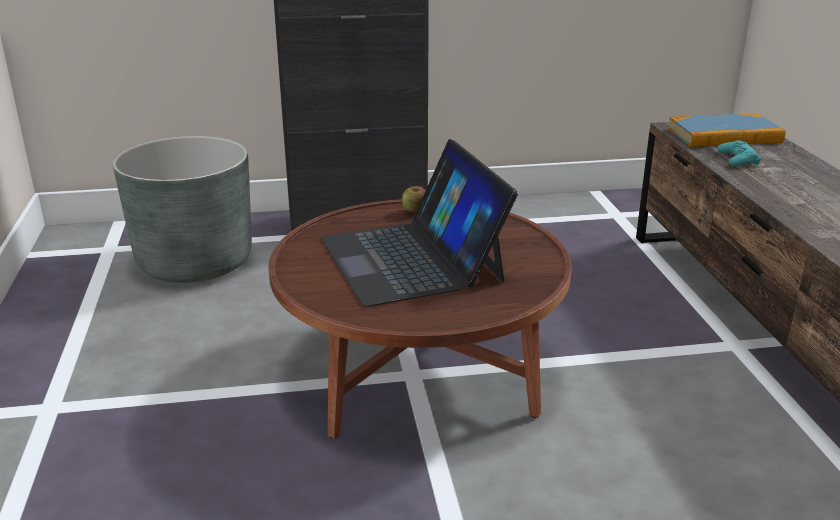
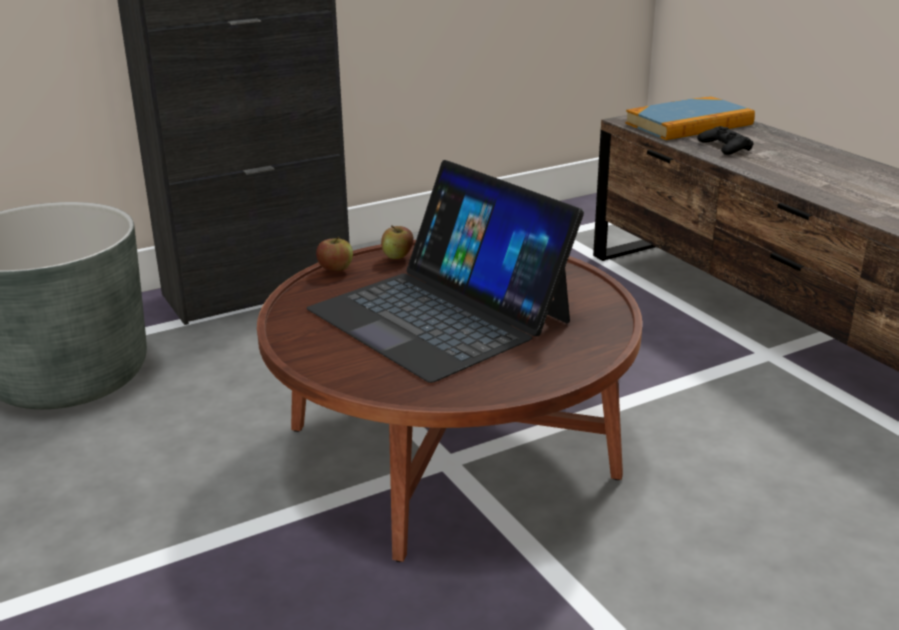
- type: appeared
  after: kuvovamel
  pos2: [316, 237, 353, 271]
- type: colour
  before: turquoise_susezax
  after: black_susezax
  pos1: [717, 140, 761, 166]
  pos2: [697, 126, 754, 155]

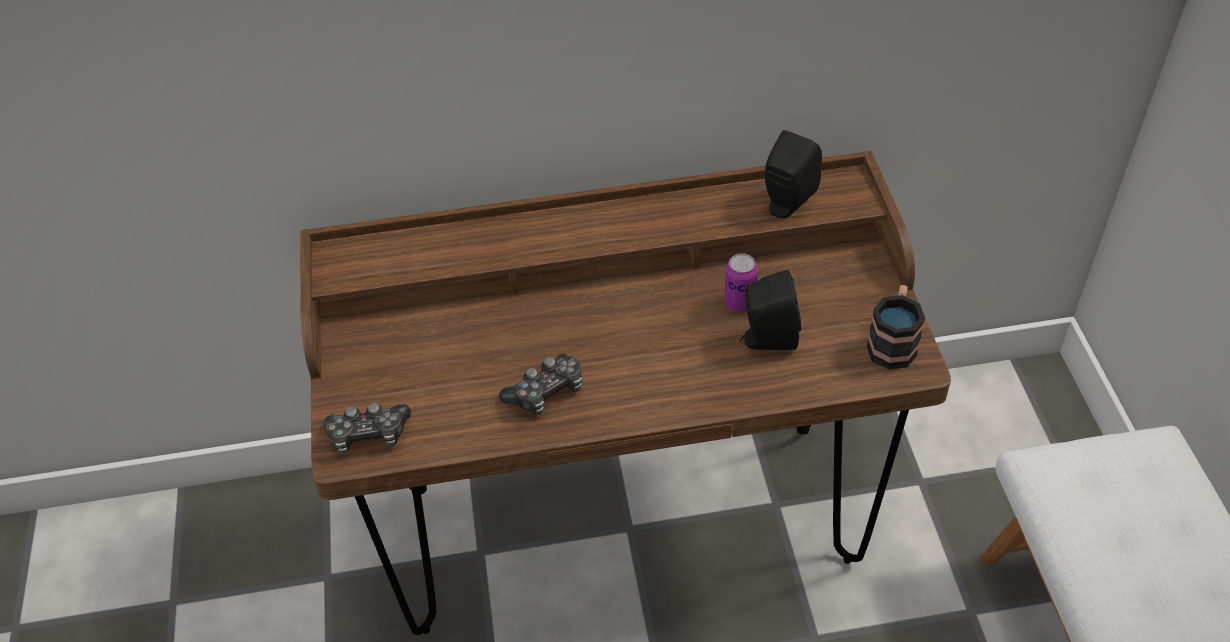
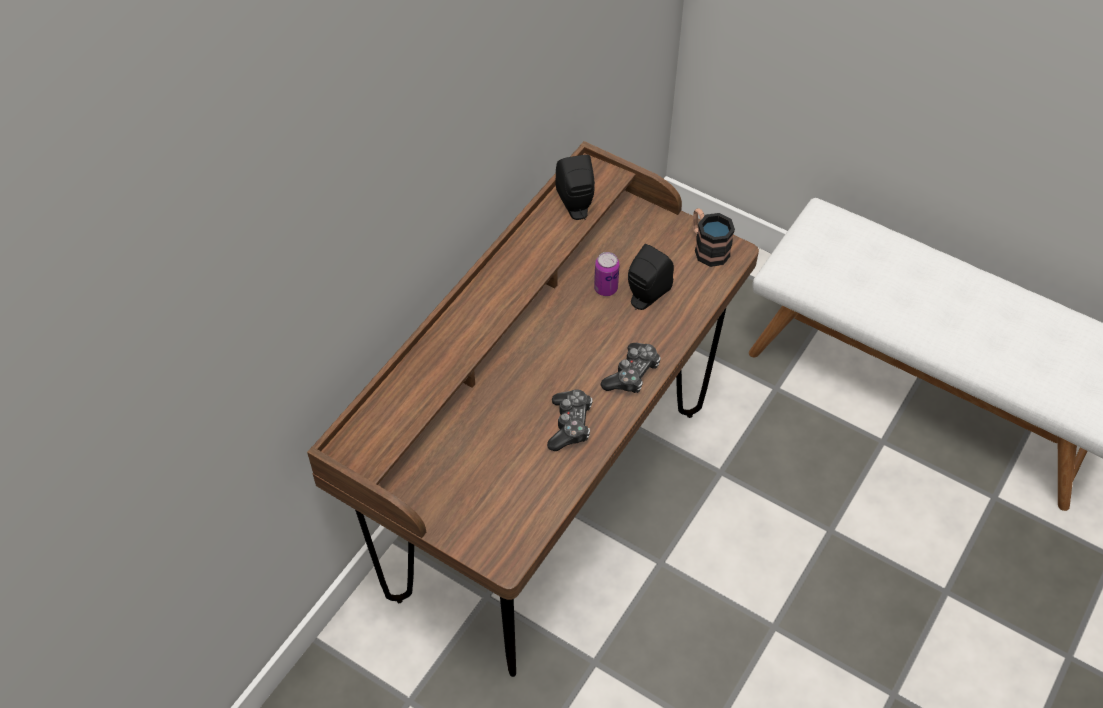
- type: relocated
  before: susezax
  pos1: [323, 403, 411, 454]
  pos2: [600, 343, 661, 393]

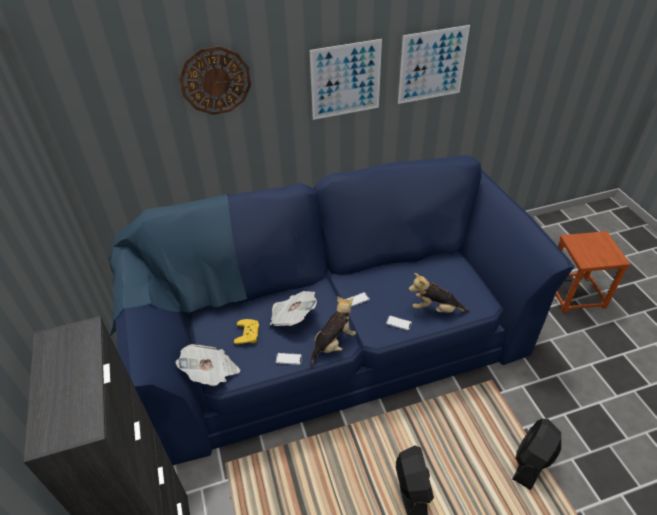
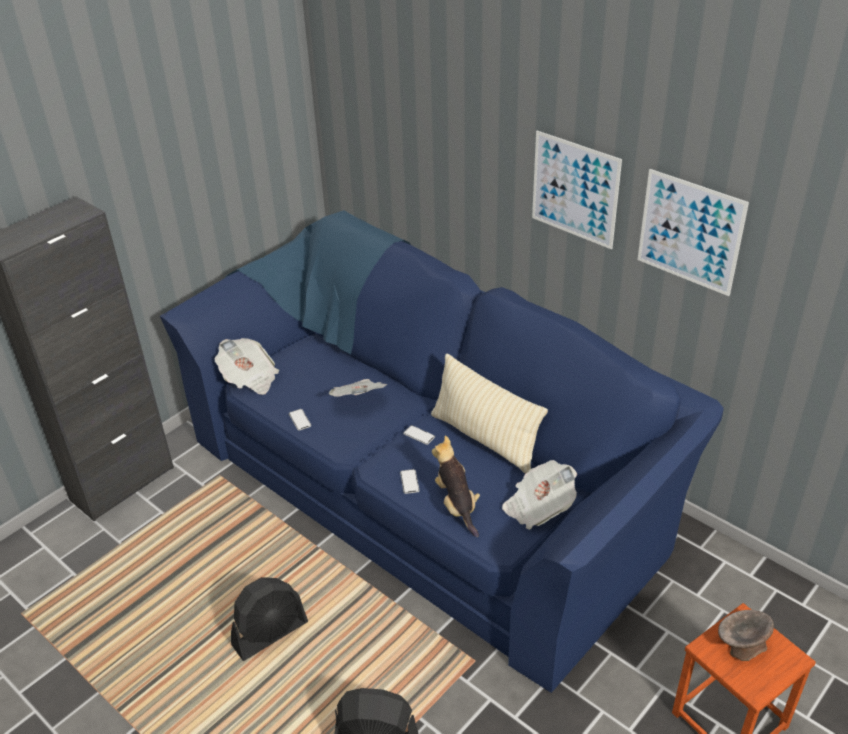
- type: appeared
  after: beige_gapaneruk
  pos2: [431, 353, 548, 474]
- type: appeared
  after: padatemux
  pos2: [502, 460, 577, 530]
- type: appeared
  after: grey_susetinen
  pos2: [718, 610, 774, 661]
- type: missing
  before: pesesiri
  pos1: [179, 46, 251, 115]
- type: missing
  before: yellow_susezax
  pos1: [234, 319, 259, 344]
- type: missing
  before: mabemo
  pos1: [310, 296, 356, 367]

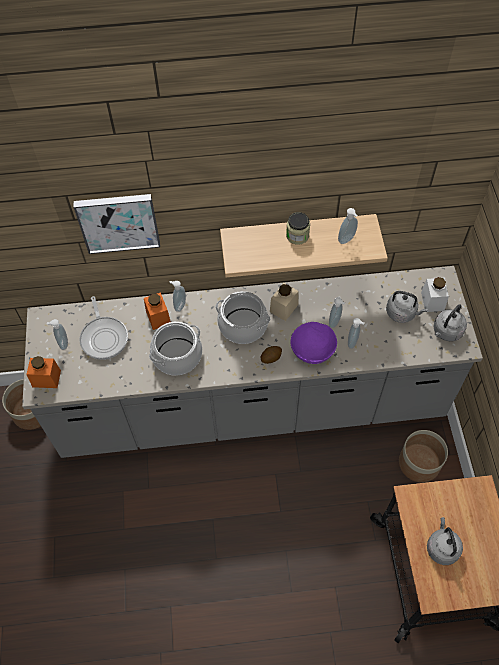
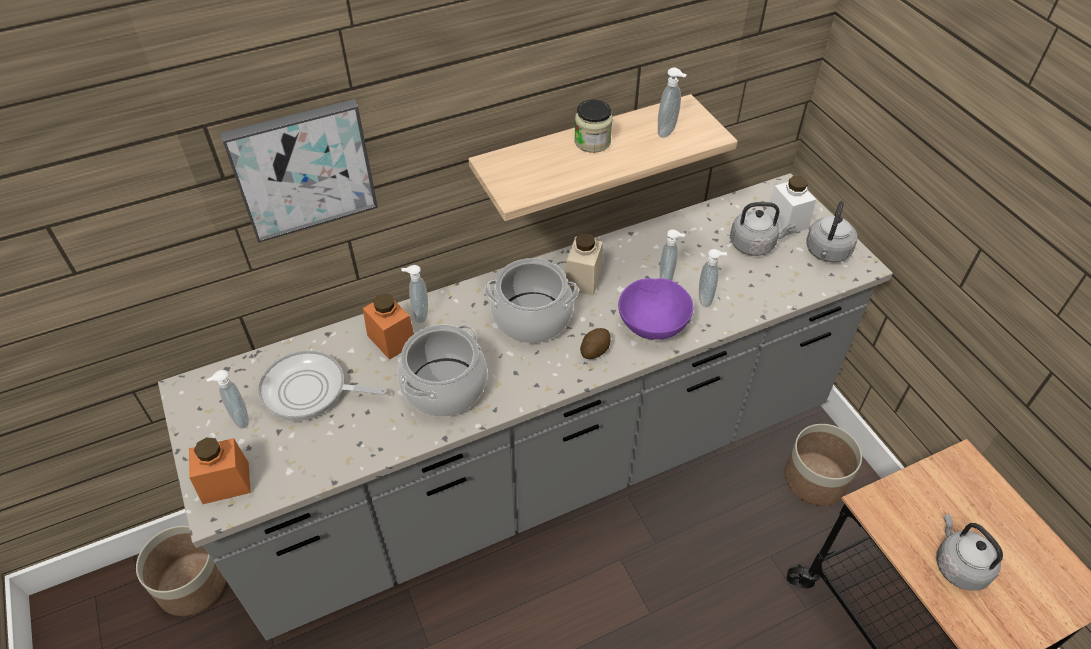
- type: spun
  before: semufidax
  pos1: [79, 296, 128, 360]
  pos2: [258, 351, 387, 421]
  turn: 135

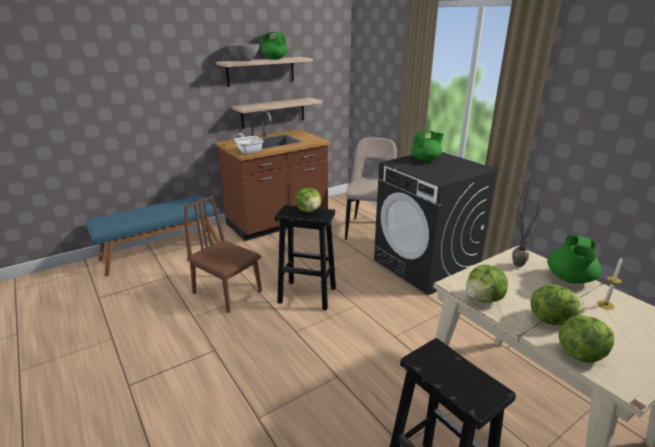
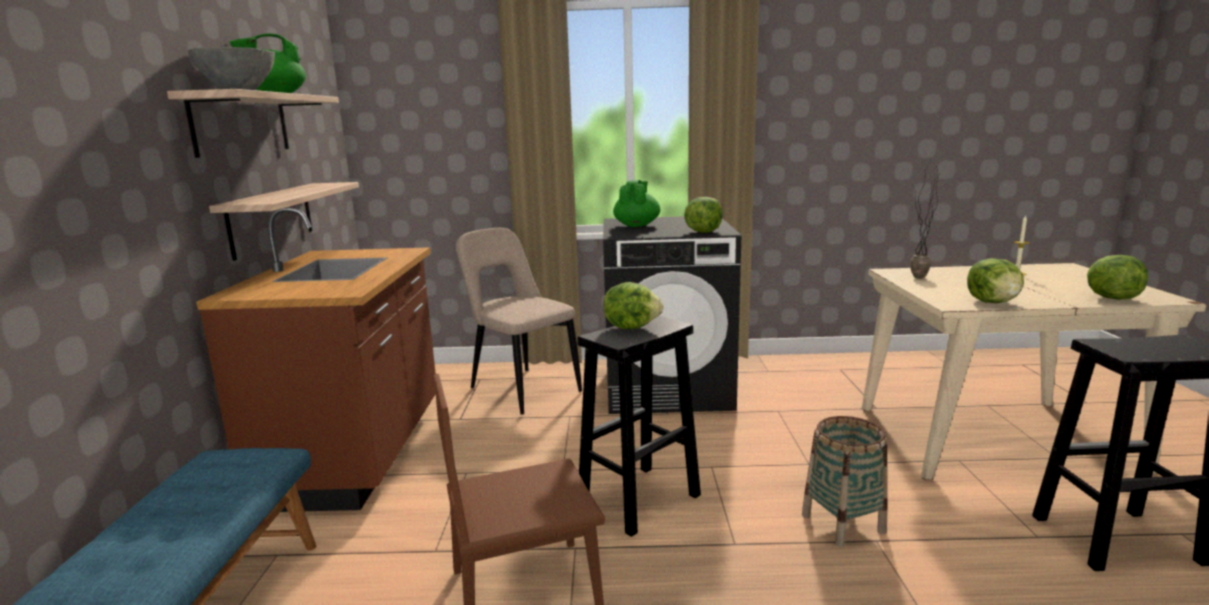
- type: relocated
  before: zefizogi
  pos1: [531, 284, 585, 325]
  pos2: [684, 197, 722, 233]
- type: appeared
  after: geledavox
  pos2: [802, 416, 888, 547]
- type: missing
  before: semufidax
  pos1: [234, 133, 264, 154]
- type: missing
  before: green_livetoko
  pos1: [547, 235, 601, 284]

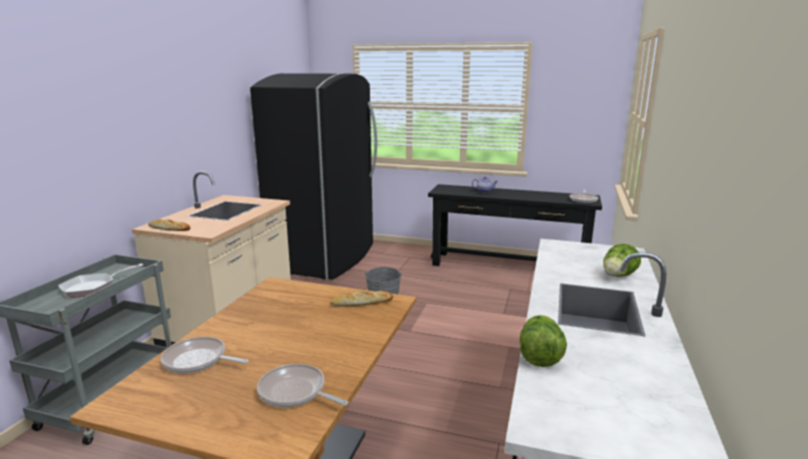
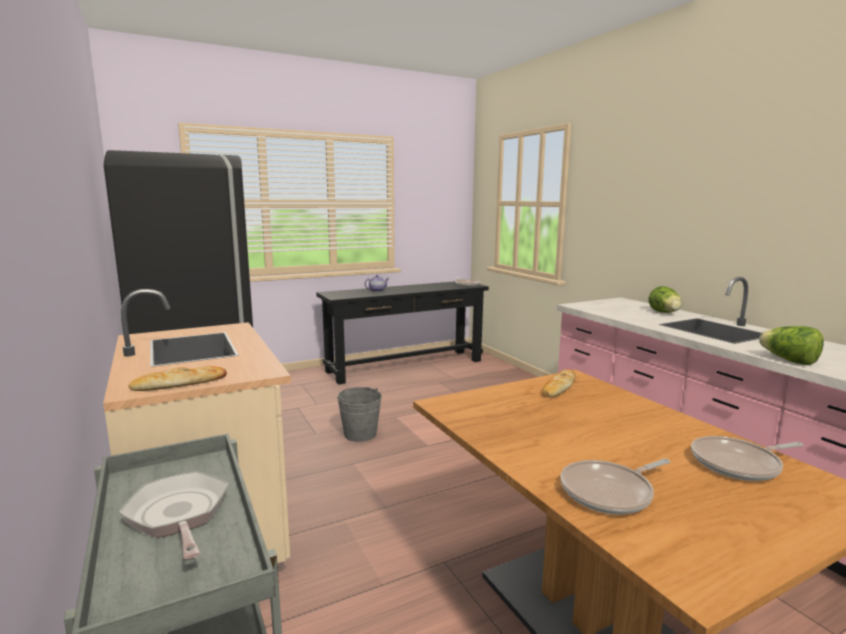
- type: spun
  before: semufidax
  pos1: [58, 264, 143, 298]
  pos2: [119, 471, 229, 559]
  turn: 150

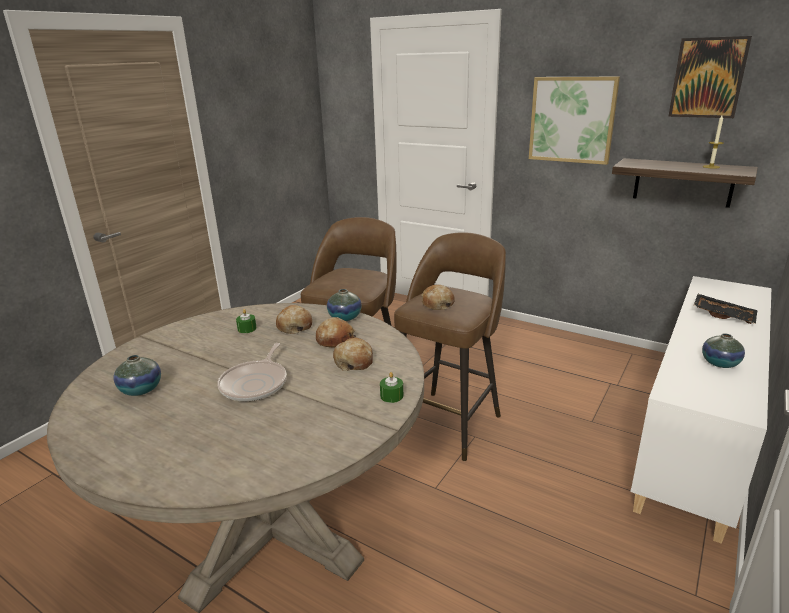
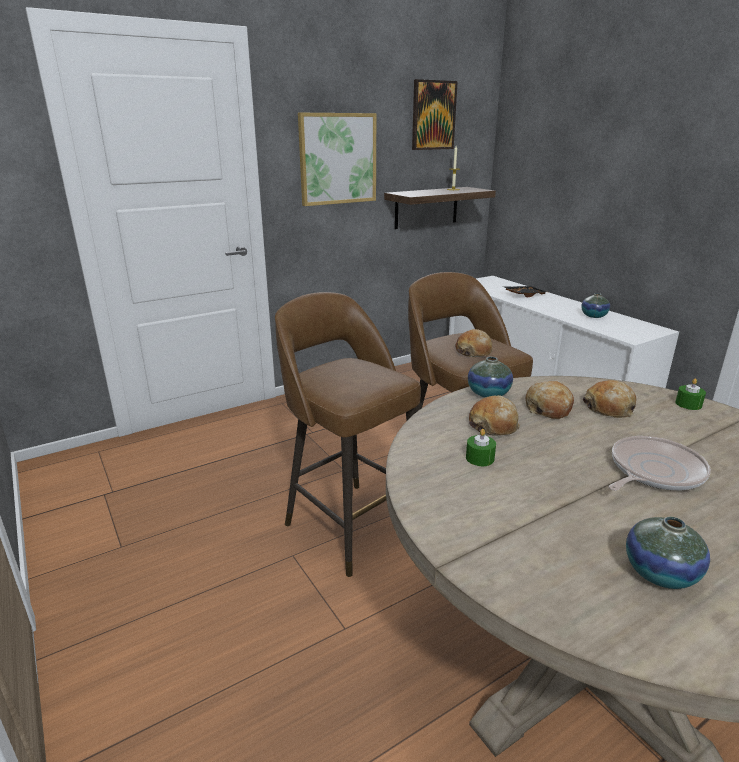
- type: spun
  before: semufidax
  pos1: [217, 343, 287, 401]
  pos2: [609, 436, 711, 491]
  turn: -75

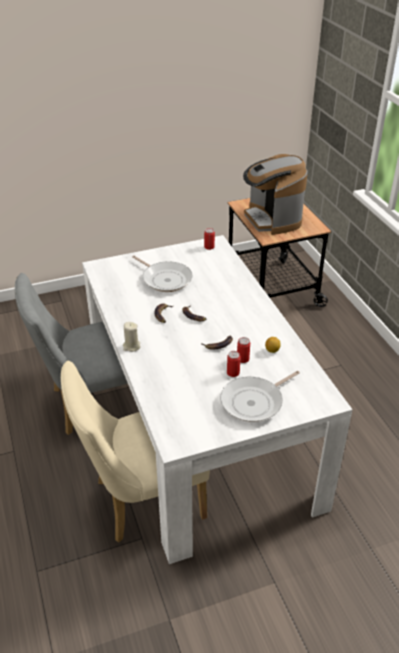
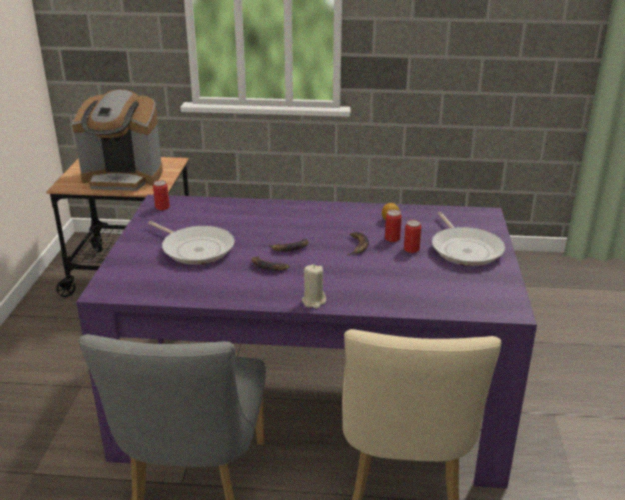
- type: colour
  before: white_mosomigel
  after: purple_mosomigel
  pos1: [82, 235, 353, 564]
  pos2: [76, 195, 537, 488]
- type: spun
  before: semufidax
  pos1: [132, 255, 193, 292]
  pos2: [148, 221, 235, 264]
  turn: 60

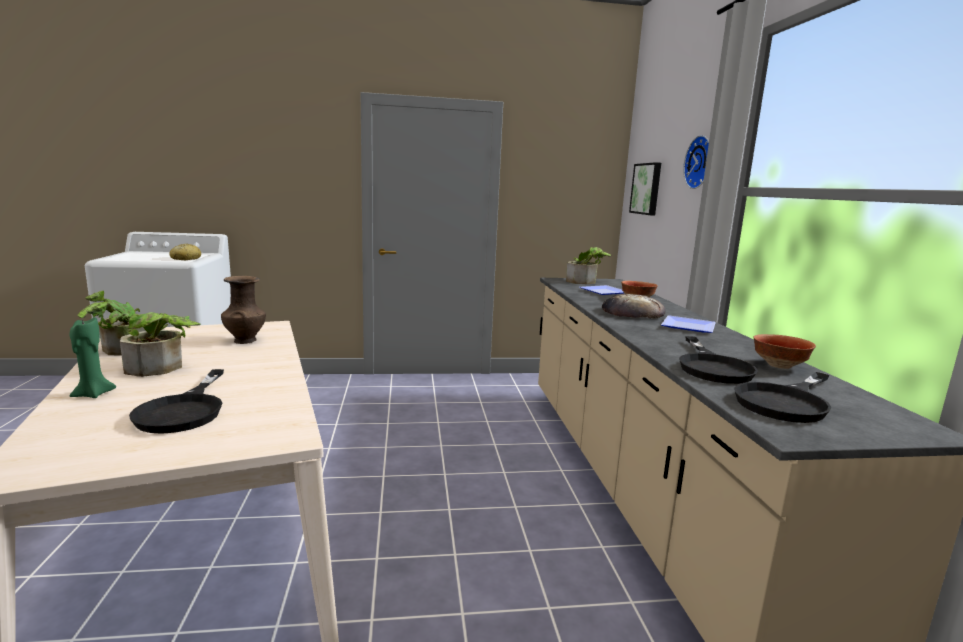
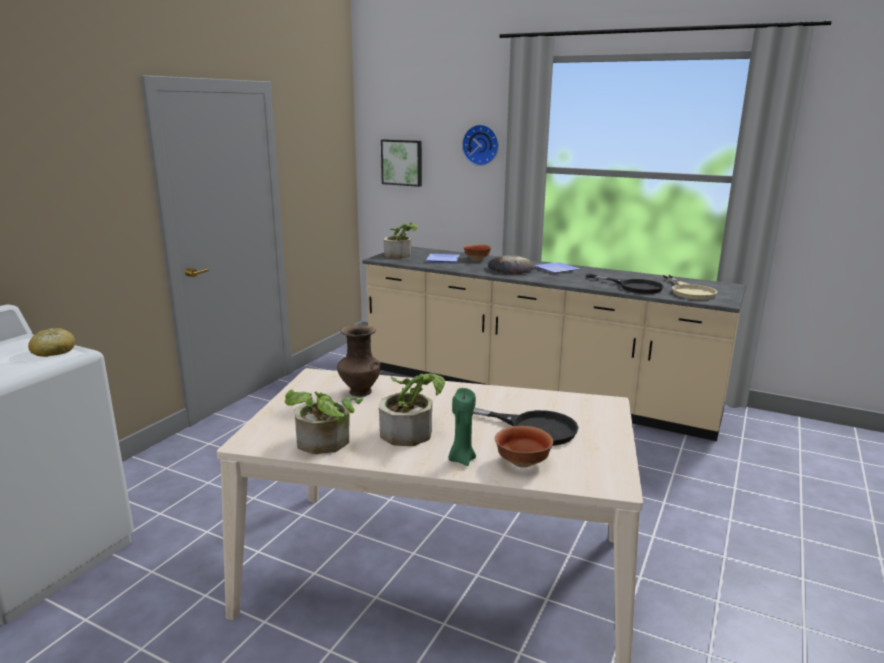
- type: relocated
  before: susetinen
  pos1: [753, 334, 816, 369]
  pos2: [495, 426, 553, 468]
- type: colour
  before: black_semufidax
  after: beige_semufidax
  pos1: [734, 372, 832, 423]
  pos2: [663, 275, 717, 300]

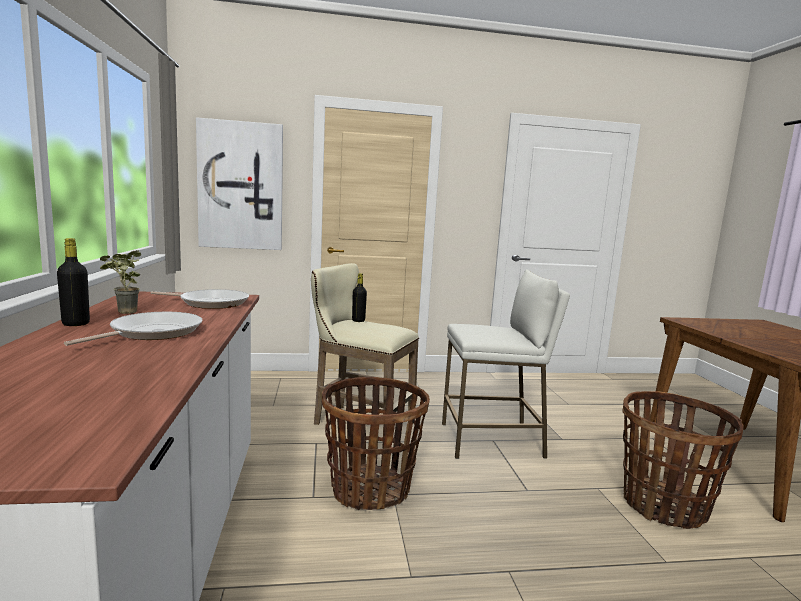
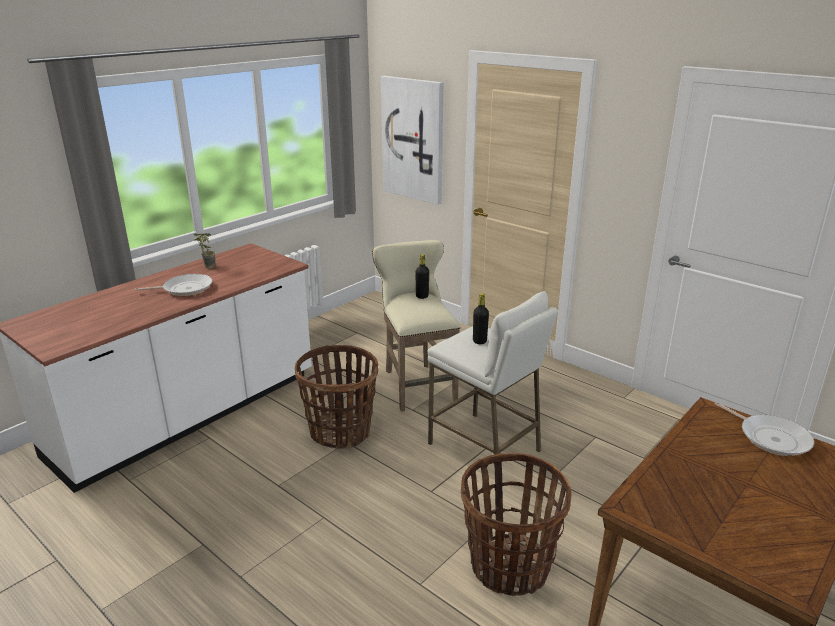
- type: relocated
  before: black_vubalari
  pos1: [57, 238, 90, 326]
  pos2: [473, 293, 489, 344]
- type: relocated
  before: semufidax
  pos1: [151, 289, 249, 309]
  pos2: [715, 402, 814, 456]

